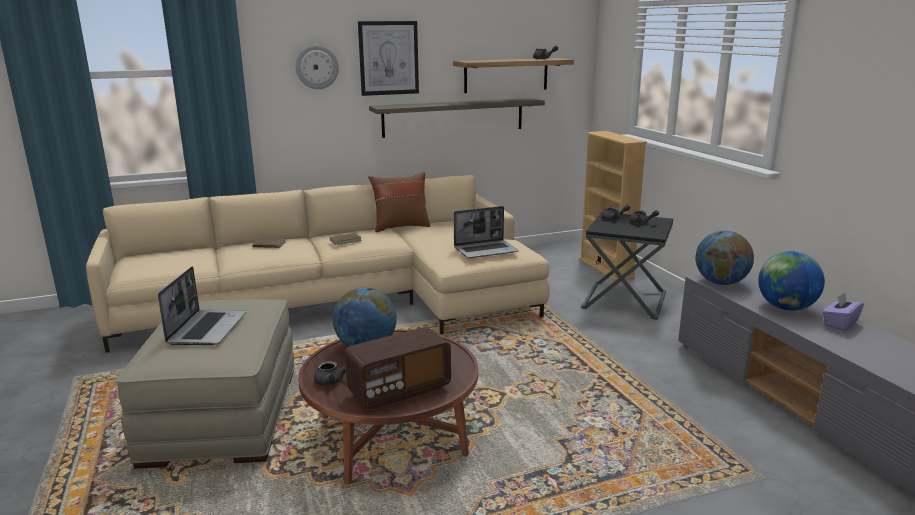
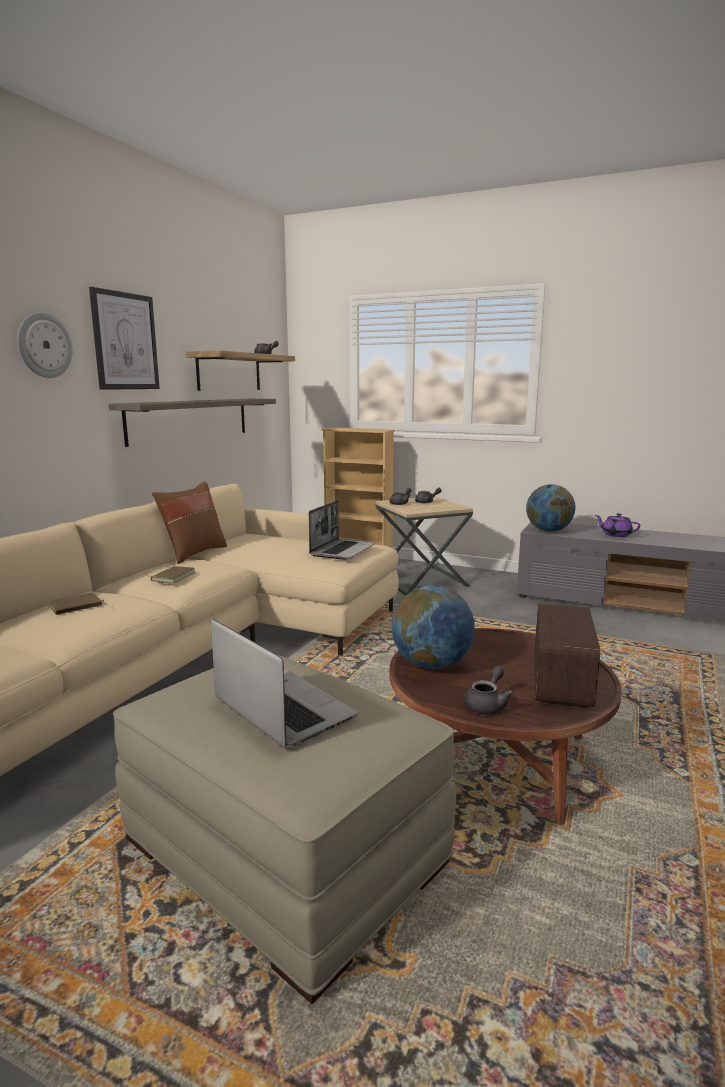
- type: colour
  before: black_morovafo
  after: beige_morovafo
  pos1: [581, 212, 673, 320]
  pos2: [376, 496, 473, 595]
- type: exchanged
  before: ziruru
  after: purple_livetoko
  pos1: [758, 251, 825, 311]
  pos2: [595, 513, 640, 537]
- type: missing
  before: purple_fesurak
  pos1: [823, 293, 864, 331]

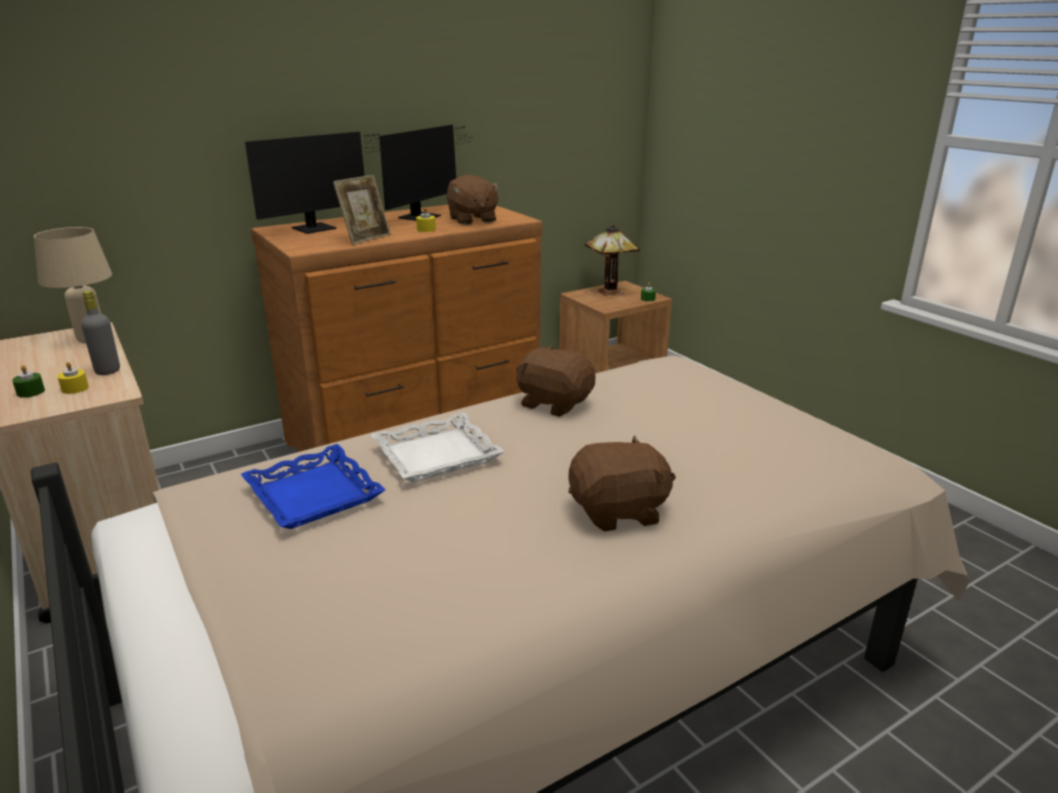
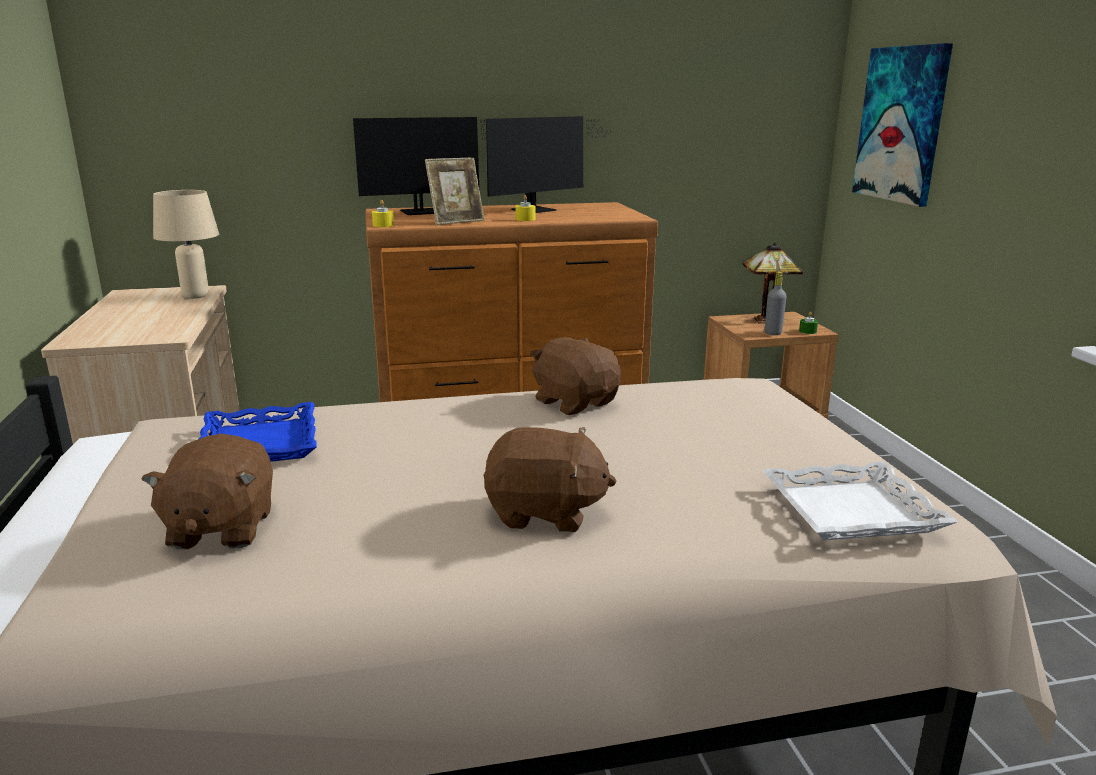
- type: relocated
  before: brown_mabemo
  pos1: [446, 175, 501, 225]
  pos2: [141, 434, 273, 549]
- type: relocated
  before: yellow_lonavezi
  pos1: [57, 362, 89, 394]
  pos2: [372, 200, 394, 227]
- type: relocated
  before: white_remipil
  pos1: [371, 413, 504, 482]
  pos2: [762, 461, 958, 541]
- type: relocated
  before: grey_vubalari
  pos1: [81, 291, 120, 375]
  pos2: [765, 272, 787, 335]
- type: appeared
  after: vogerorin
  pos2: [852, 43, 953, 207]
- type: missing
  before: green_lonavezi
  pos1: [12, 365, 45, 398]

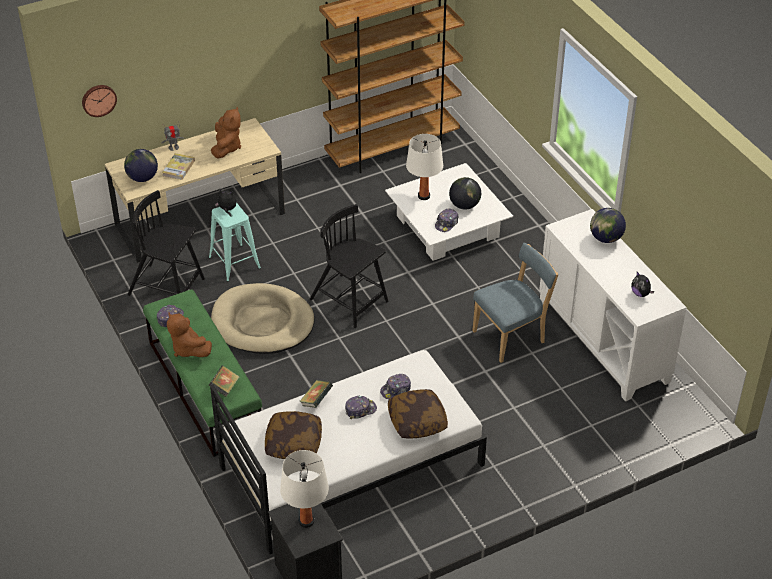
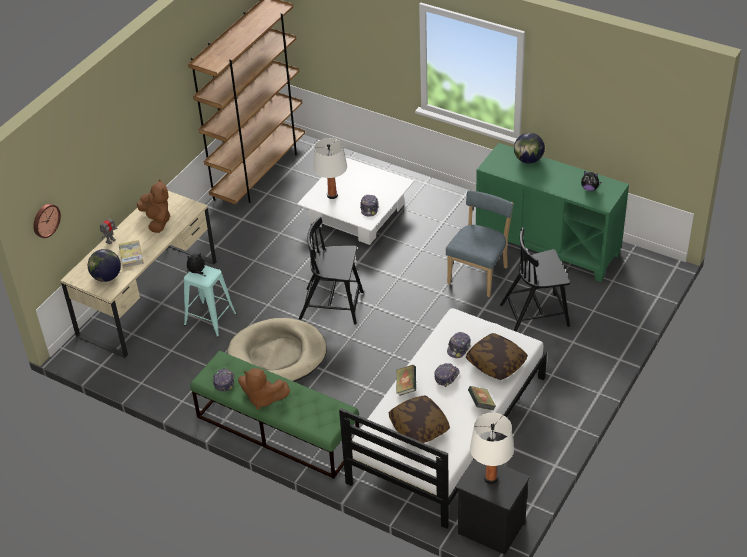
- type: relocated
  before: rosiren
  pos1: [209, 365, 240, 397]
  pos2: [468, 386, 496, 410]
- type: colour
  before: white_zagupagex
  after: green_zagupagex
  pos1: [539, 209, 687, 402]
  pos2: [476, 143, 629, 282]
- type: relocated
  before: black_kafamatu
  pos1: [128, 190, 205, 296]
  pos2: [500, 228, 570, 332]
- type: missing
  before: ziruru
  pos1: [449, 177, 481, 209]

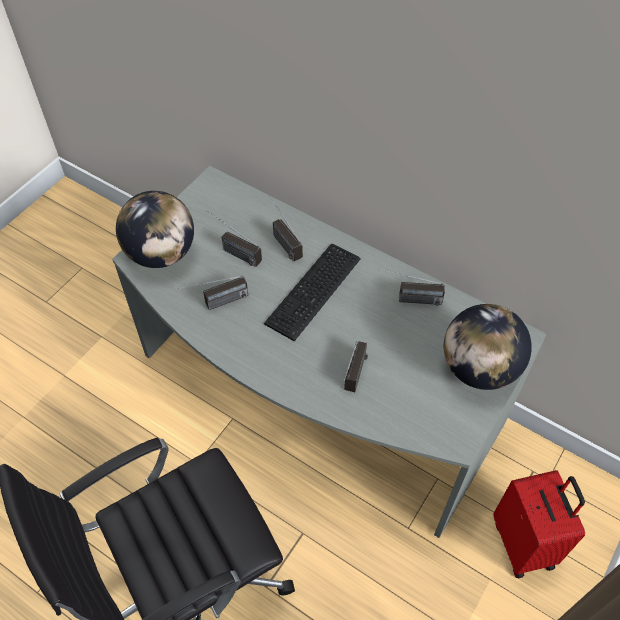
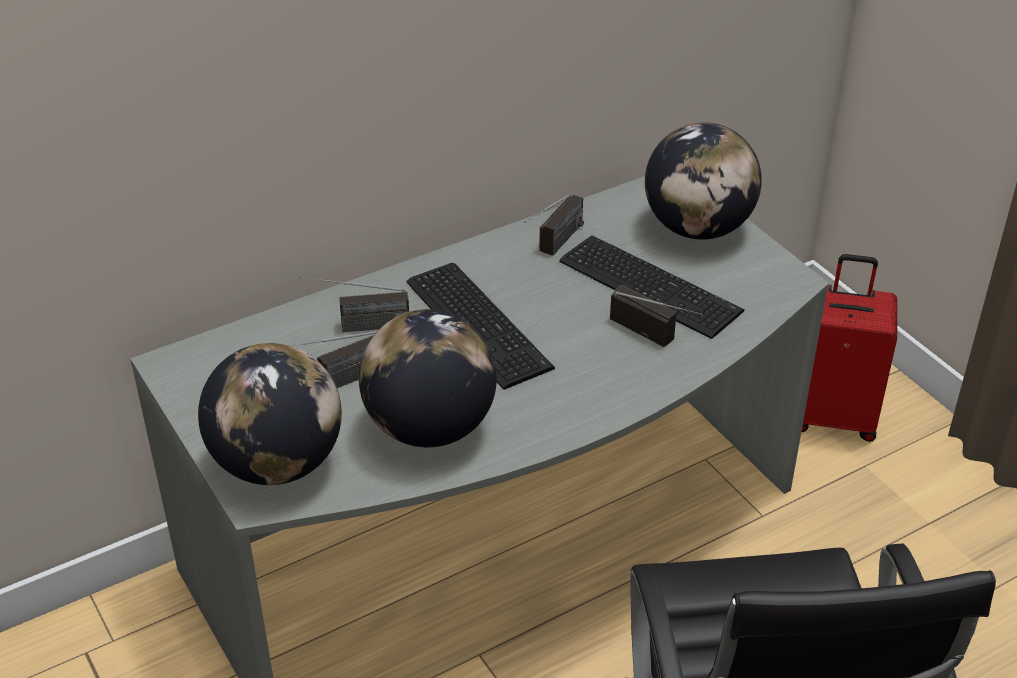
- type: exchanged
  before: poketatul
  after: ziruru
  pos1: [178, 276, 248, 310]
  pos2: [359, 309, 497, 447]
- type: appeared
  after: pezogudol
  pos2: [559, 236, 745, 339]

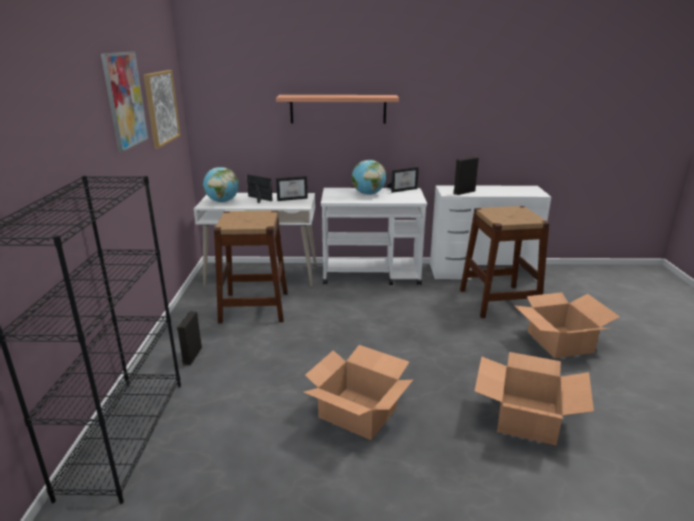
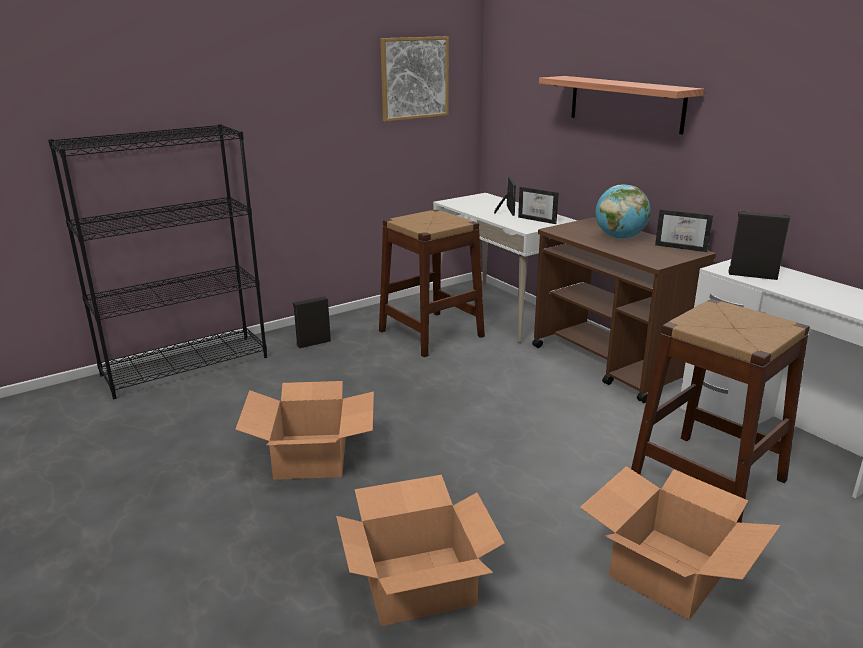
- type: colour
  before: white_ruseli
  after: brown_ruseli
  pos1: [321, 188, 427, 285]
  pos2: [532, 217, 716, 403]
- type: missing
  before: vogerorin
  pos1: [101, 52, 149, 152]
- type: missing
  before: ziruru
  pos1: [203, 167, 239, 202]

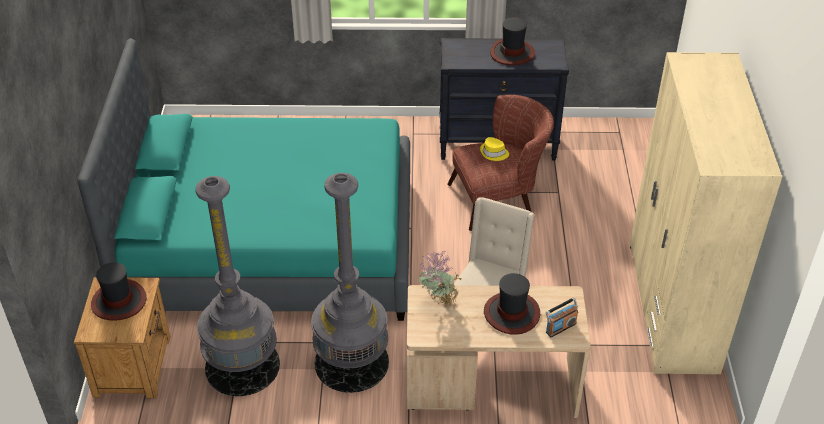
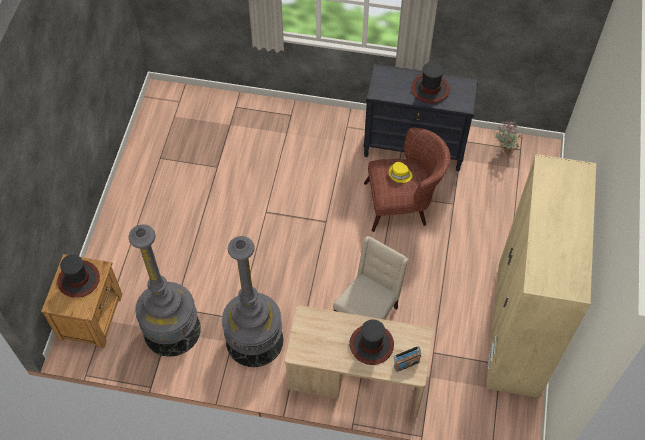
- type: relocated
  before: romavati
  pos1: [418, 251, 461, 309]
  pos2: [495, 121, 522, 155]
- type: missing
  before: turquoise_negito
  pos1: [77, 38, 410, 321]

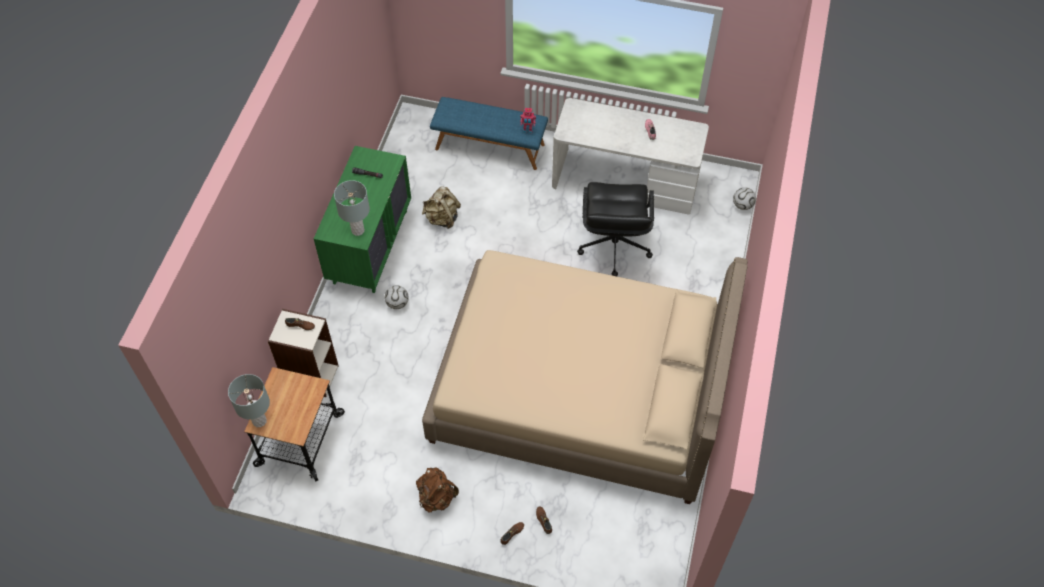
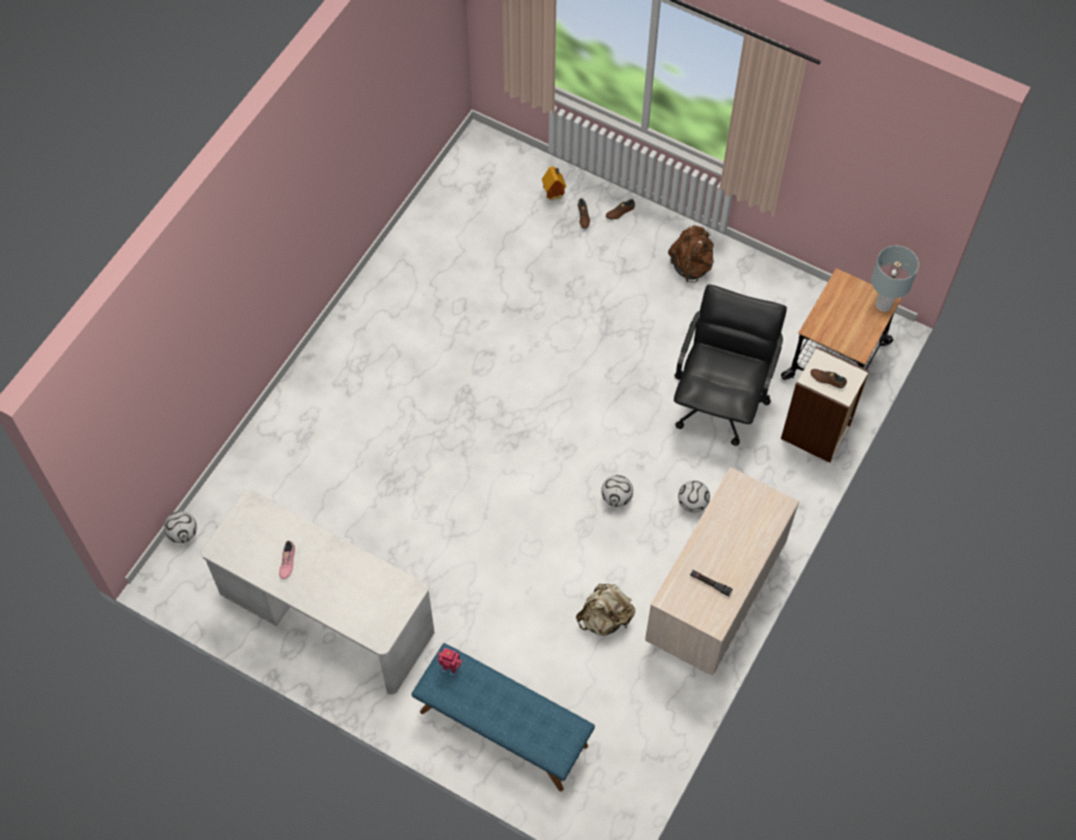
- type: appeared
  after: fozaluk
  pos2: [542, 166, 566, 202]
- type: appeared
  after: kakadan
  pos2: [601, 475, 633, 507]
- type: colour
  before: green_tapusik
  after: beige_tapusik
  pos1: [314, 146, 411, 293]
  pos2: [645, 467, 799, 676]
- type: relocated
  before: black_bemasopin
  pos1: [577, 182, 654, 276]
  pos2: [674, 285, 787, 446]
- type: missing
  before: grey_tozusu
  pos1: [334, 180, 370, 236]
- type: missing
  before: beige_negito
  pos1: [422, 250, 748, 504]

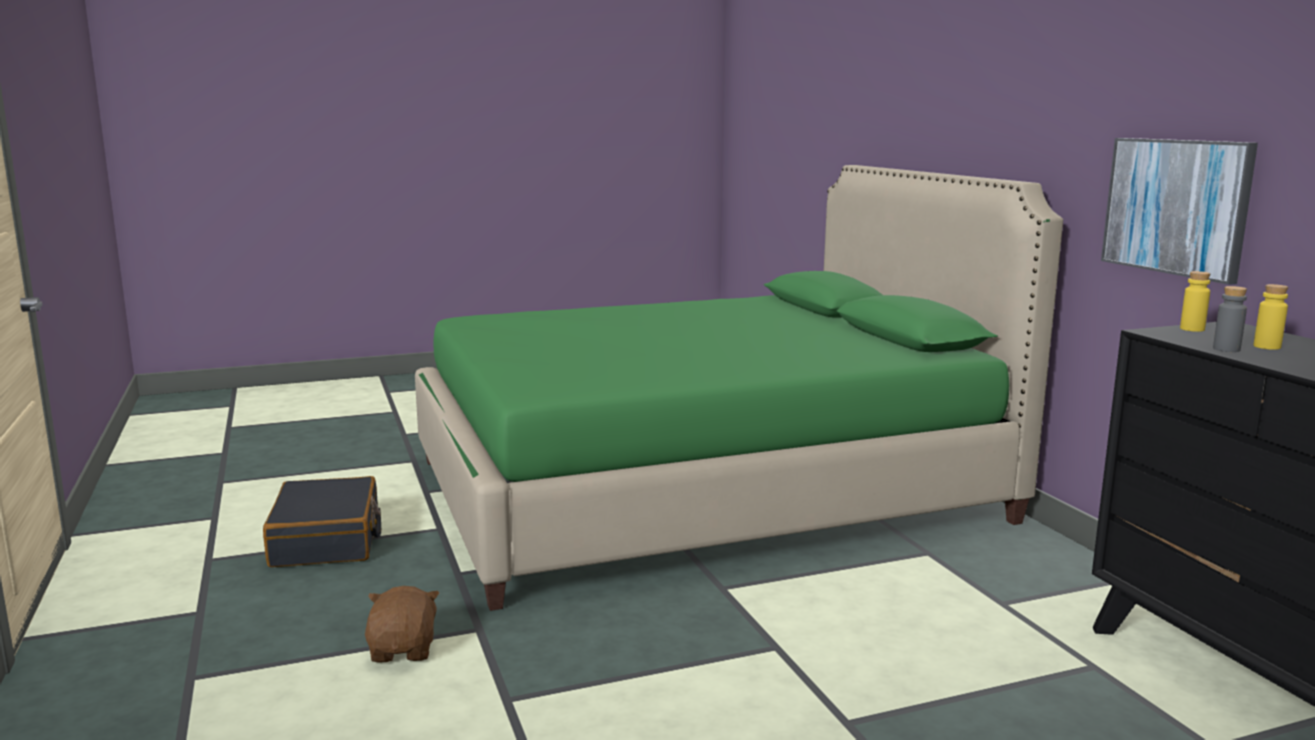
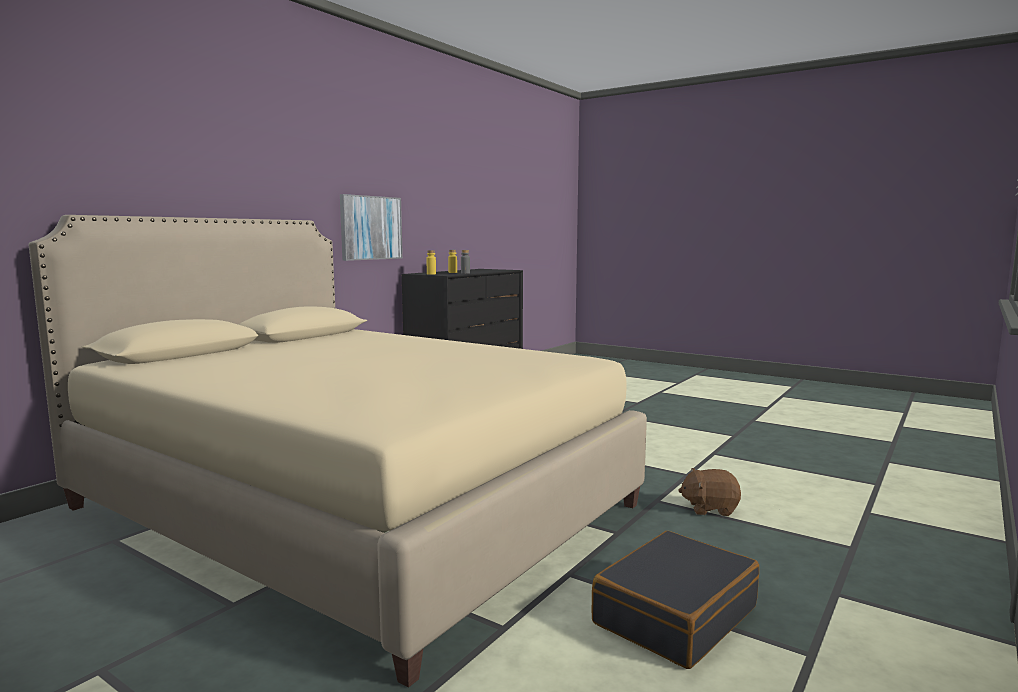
- type: colour
  before: green_negito
  after: beige_negito
  pos1: [415, 165, 1063, 611]
  pos2: [29, 215, 647, 688]
- type: spun
  before: brown_mabemo
  pos1: [365, 586, 439, 663]
  pos2: [678, 468, 741, 516]
  turn: 45

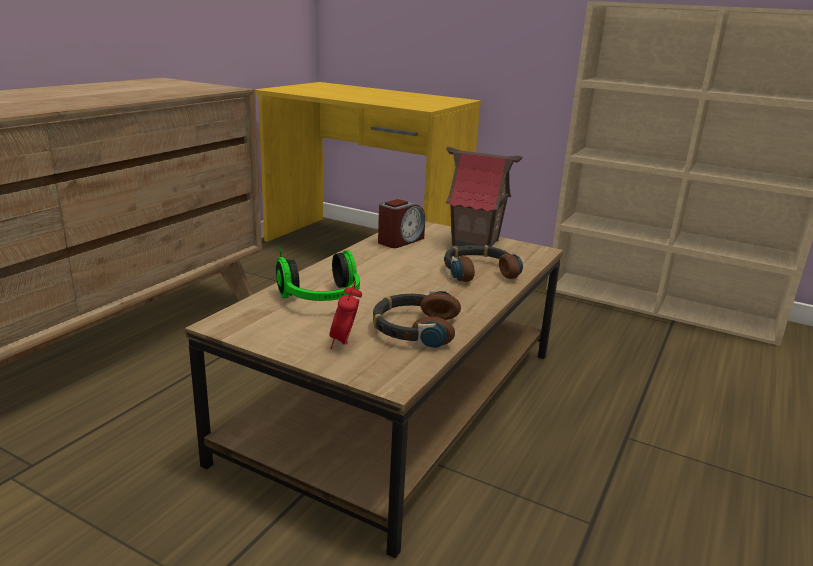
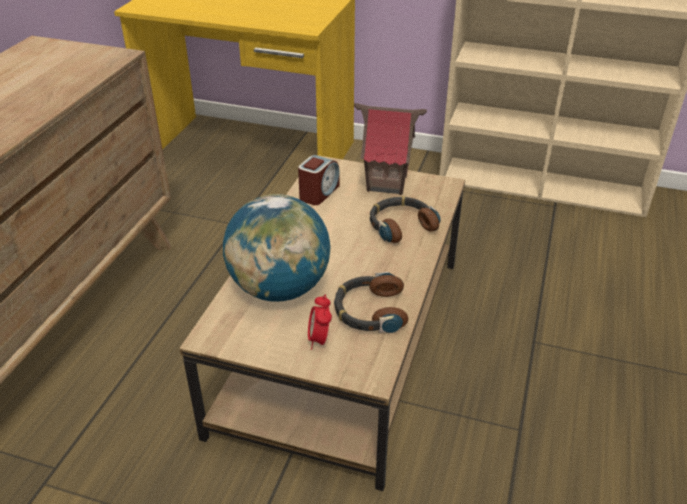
- type: exchanged
  before: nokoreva
  after: ziruru
  pos1: [276, 247, 360, 301]
  pos2: [223, 194, 331, 302]

